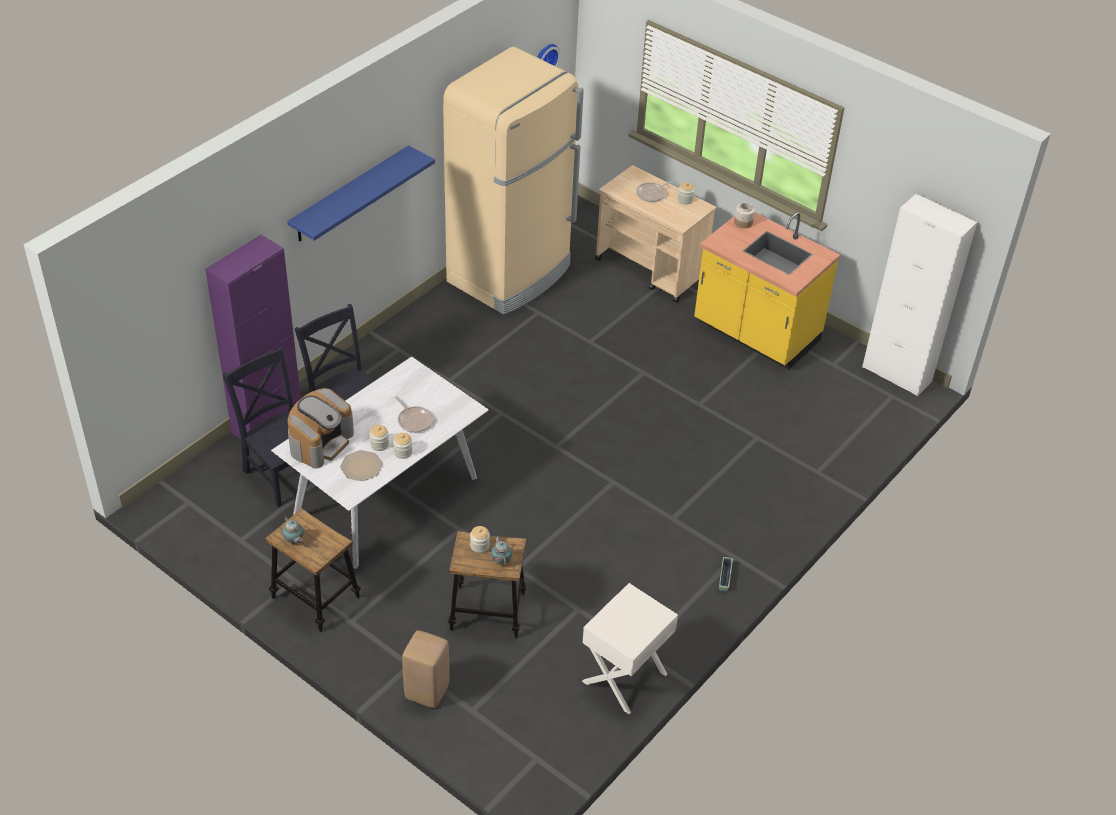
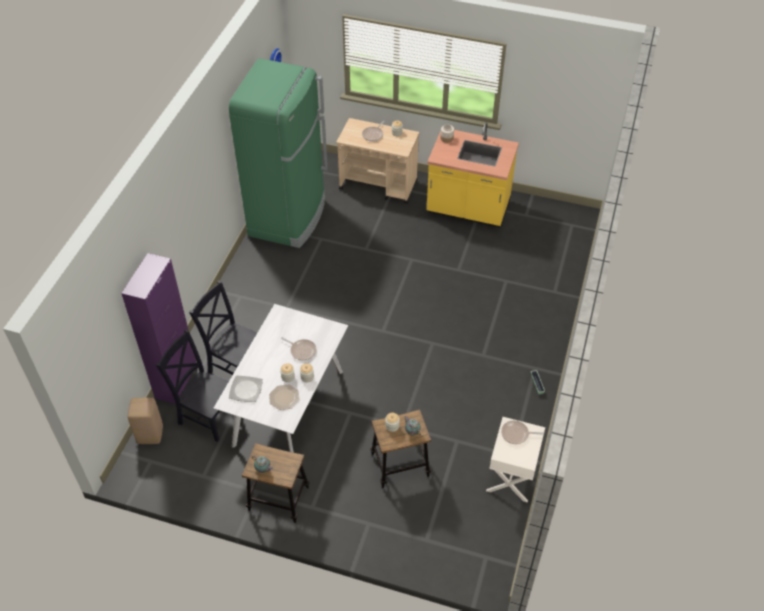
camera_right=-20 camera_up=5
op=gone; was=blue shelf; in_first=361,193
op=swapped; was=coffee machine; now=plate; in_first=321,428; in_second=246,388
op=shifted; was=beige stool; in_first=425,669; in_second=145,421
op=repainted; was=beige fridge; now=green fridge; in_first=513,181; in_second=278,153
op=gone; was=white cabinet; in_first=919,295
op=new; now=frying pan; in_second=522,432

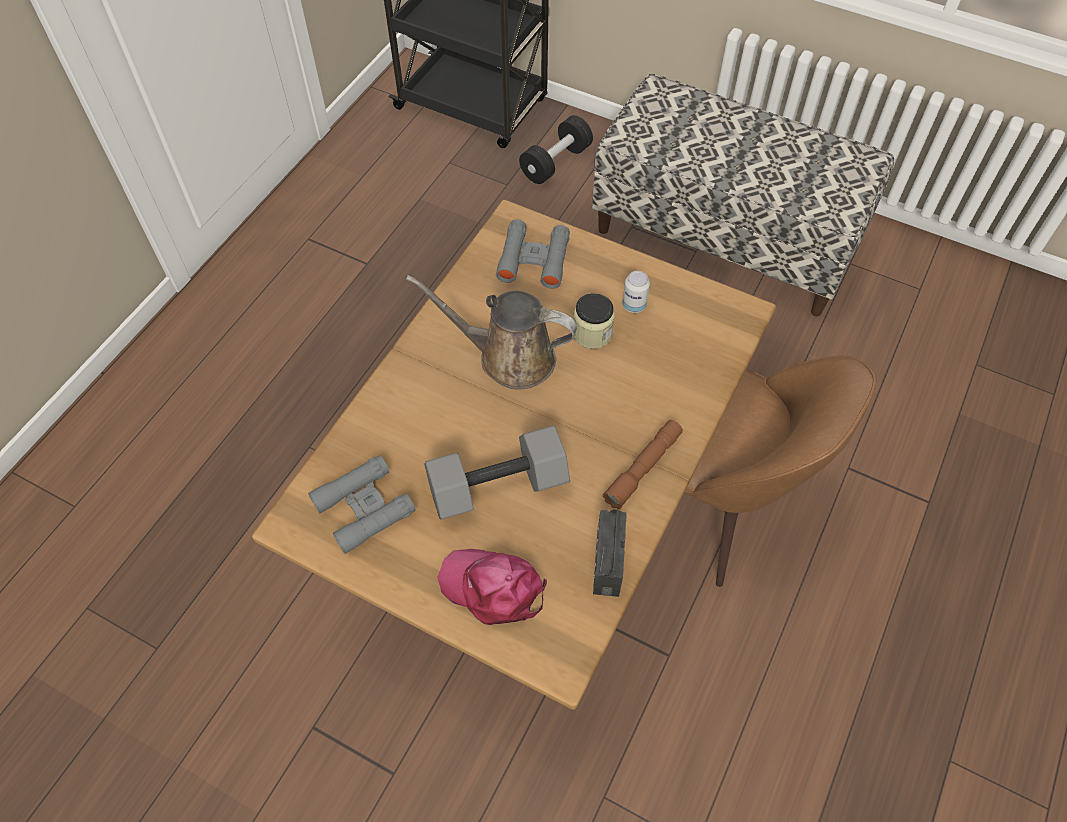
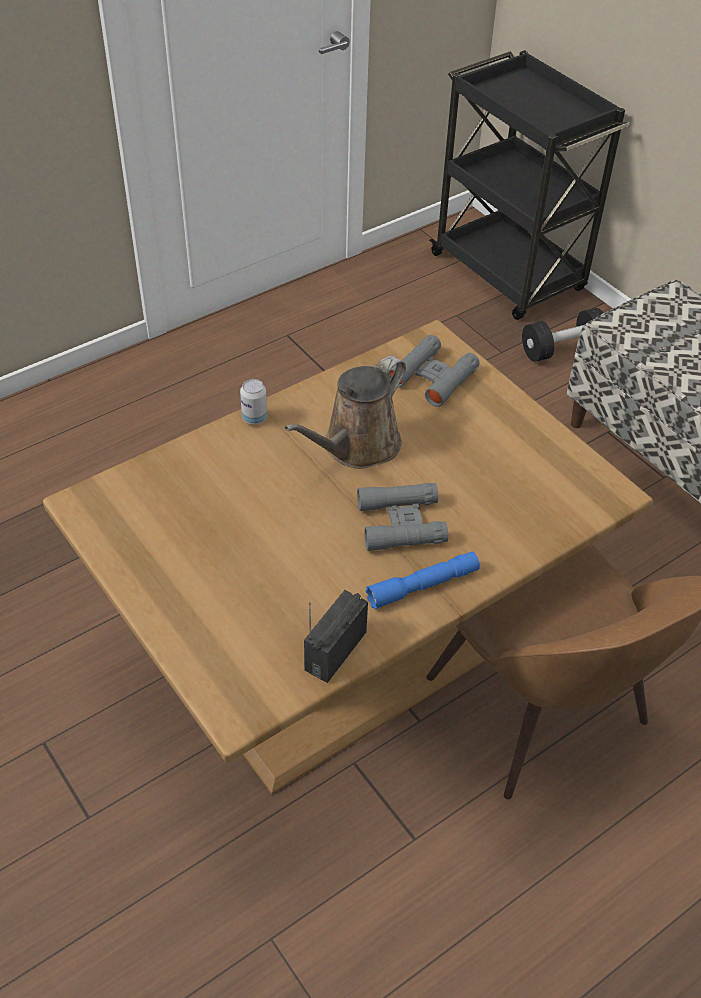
camera_right=25 camera_up=-10
op=shifted; was=grey binoculars; in_first=362,504; in_second=402,517
op=rotated; was=brown watering can; in_first=491,332; in_second=345,412; clockwise=-90
op=gone; was=grey dumbbell; in_first=497,472
op=gone; was=pink cap; in_first=492,587
op=gone; was=jar; in_first=594,321
op=repainted; was=brown flashlight; now=blue flashlight; in_first=643,464; in_second=423,580
op=shifted; was=can; in_first=636,292; in_second=253,402

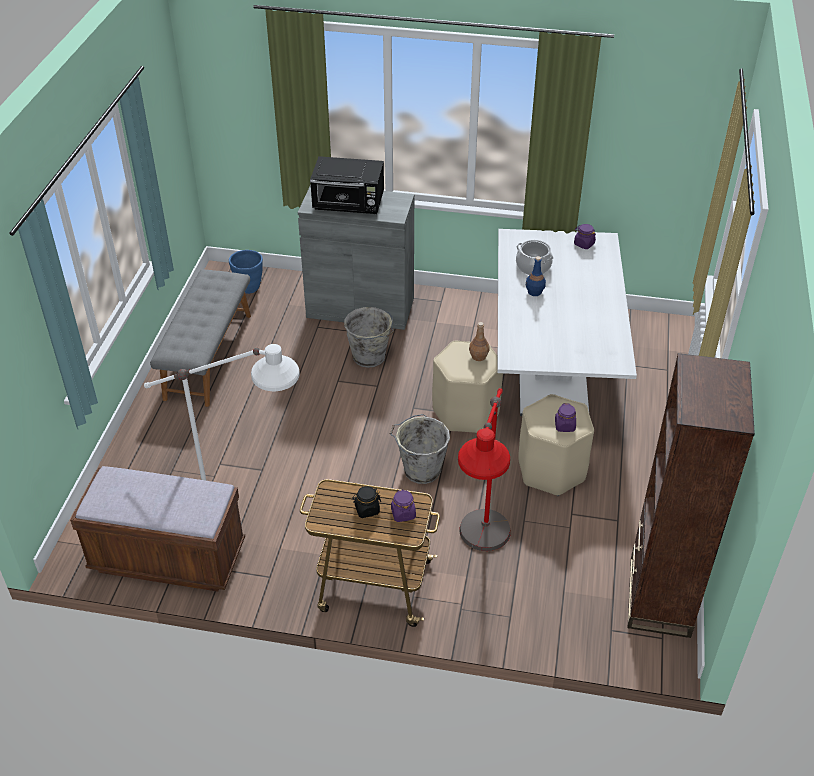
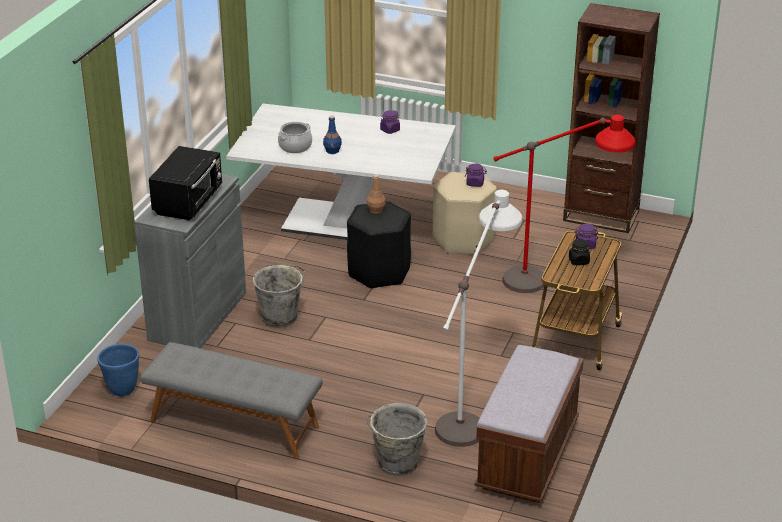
camera_right=-80 camera_up=-10
op=shifted; was=grey bucket; in_first=420,449; in_second=397,439
op=repainted; was=beige stool; now=black stool; in_first=467,387; in_second=379,245
op=shifted; was=purple jar; in_first=585,236; in_second=390,122

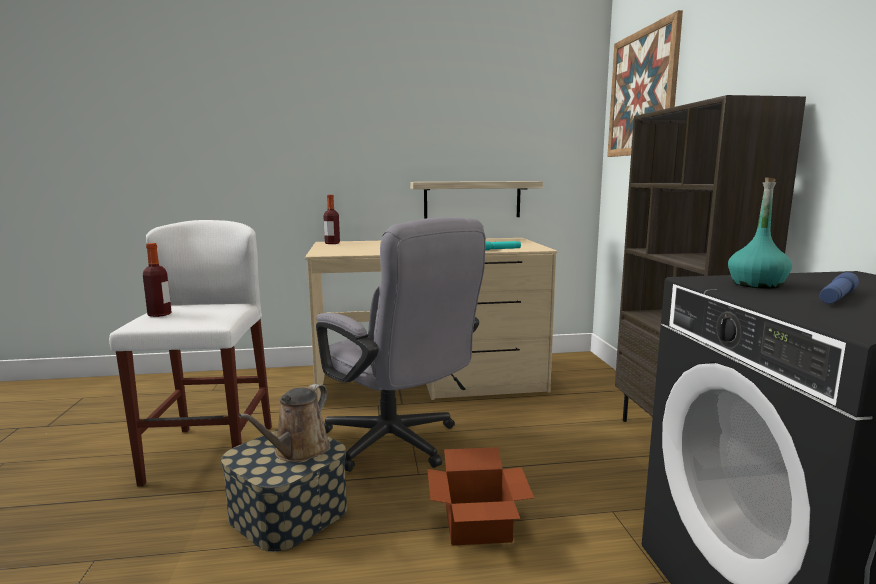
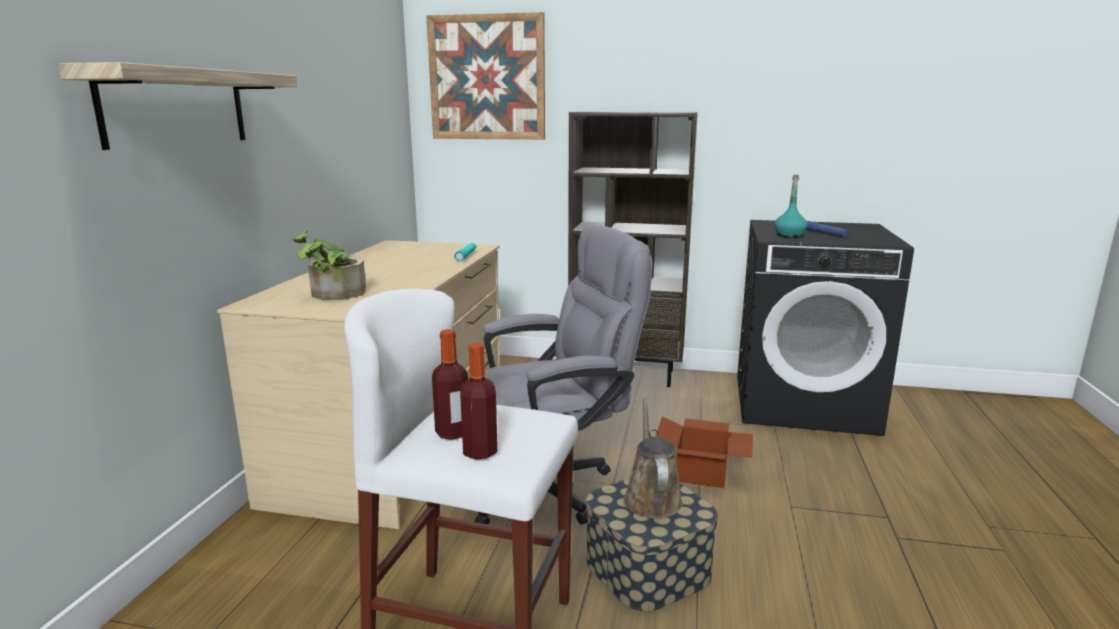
camera_right=-70 camera_up=5
op=rotated; was=brown watering can; in_first=284,423; in_second=653,458; clockwise=-135
op=shifted; was=bottle; in_first=331,219; in_second=450,384
op=shifted; was=shelf; in_first=476,200; in_second=177,106
op=new; now=potted plant; in_second=329,265

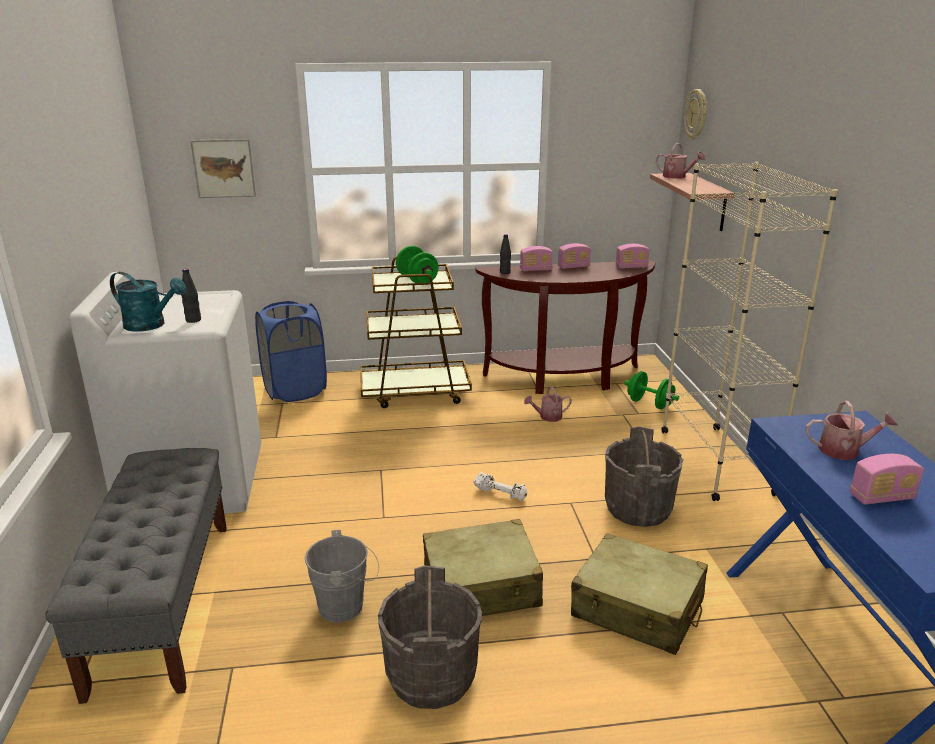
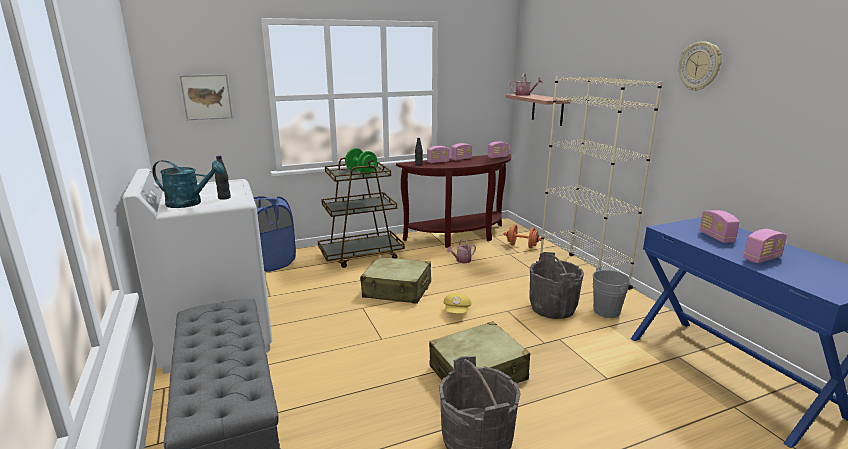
camera_right=-15 camera_up=-5
op=shifted; was=grey bucket; in_first=342,576; in_second=614,292
op=swapped; was=white dumbbell; now=yellow cap; in_first=500,486; in_second=457,303
op=shifted; was=beige suitcase; in_first=639,594; in_second=395,280
op=repainted; was=green dumbbell; now=orange dumbbell; in_first=651,390; in_second=523,236
op=shifted; was=wall clock; in_first=695,114; in_second=700,66
op=swapped; was=watering can; now=radio; in_first=851,430; in_second=719,226

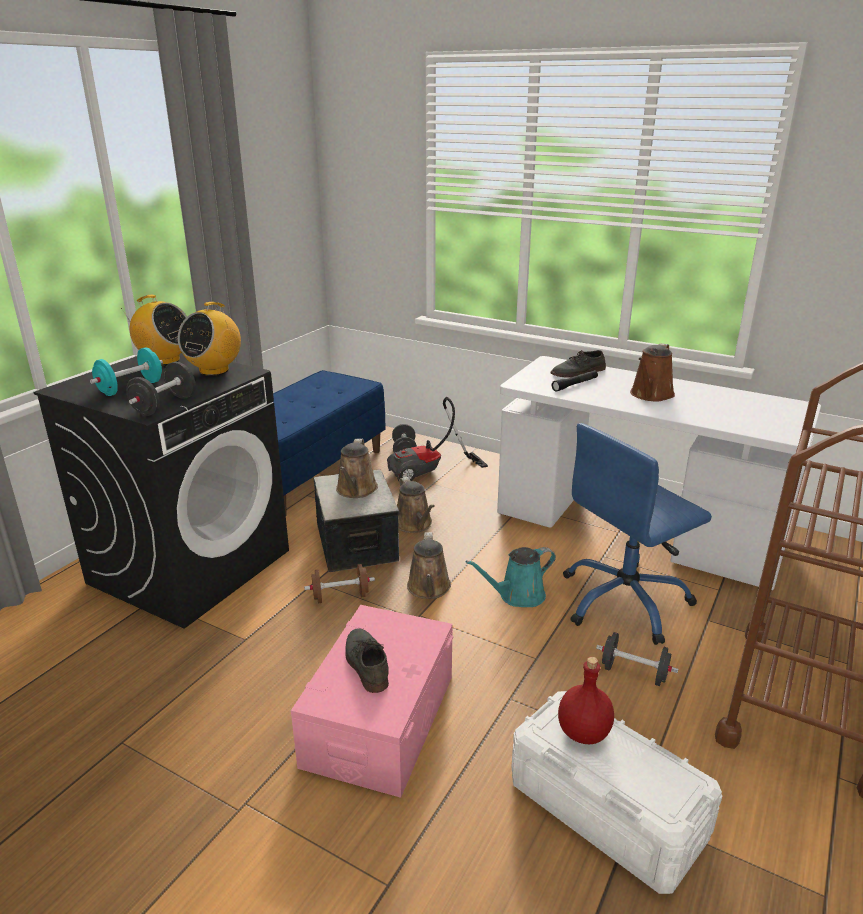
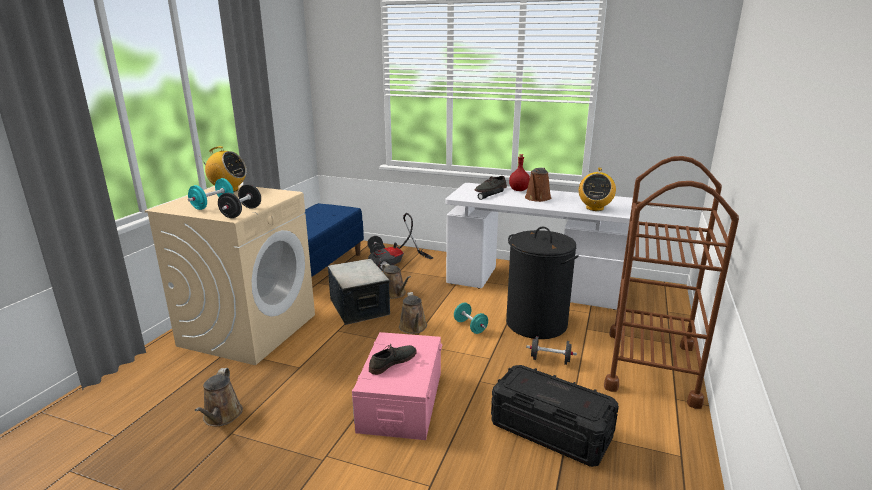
camera_right=-10 camera_up=-5
op=repainted; was=black washing machine; now=beige washing machine; in_first=161,491; in_second=230,275
op=shifted; was=radio; in_first=209,339; in_second=597,189
op=gone; was=brown dumbbell; in_first=339,584
op=shifted; was=brown watering can; in_first=357,468; in_second=219,397
op=rotated; was=grey shoe; in_first=367,660; in_second=393,359; clockwise=75
op=swapped; was=turquoise watering can; now=turquoise dumbbell; in_first=511,577; in_second=471,318
op=repainted; was=white storage box; now=black storage box; in_first=616,792; in_second=555,416
op=shifted; was=red bottle; in_first=586,700; in_second=519,172
op=swapped; was=blue office chair; now=black laundry basket; in_first=637,534; in_second=542,282

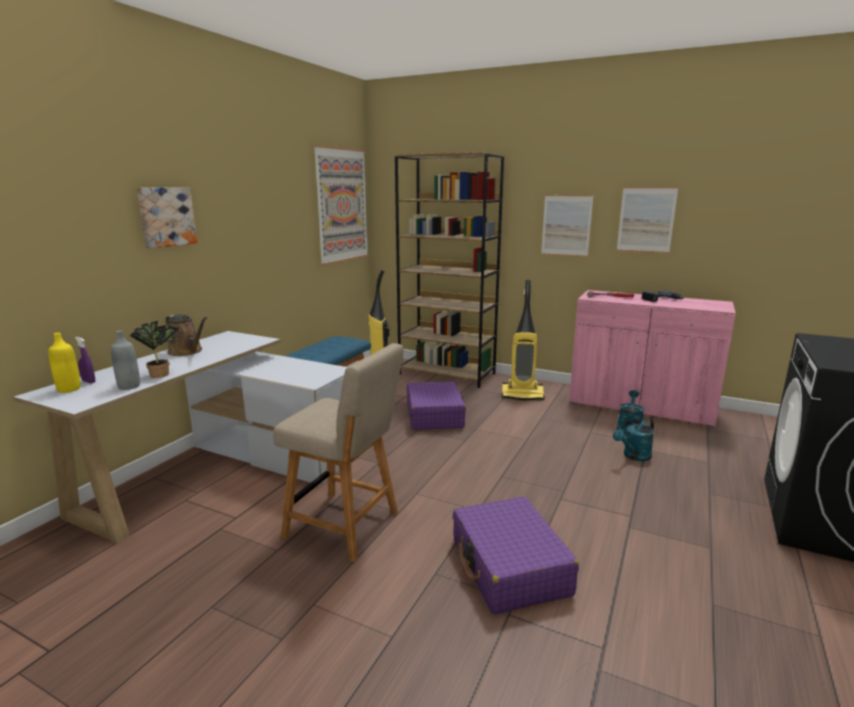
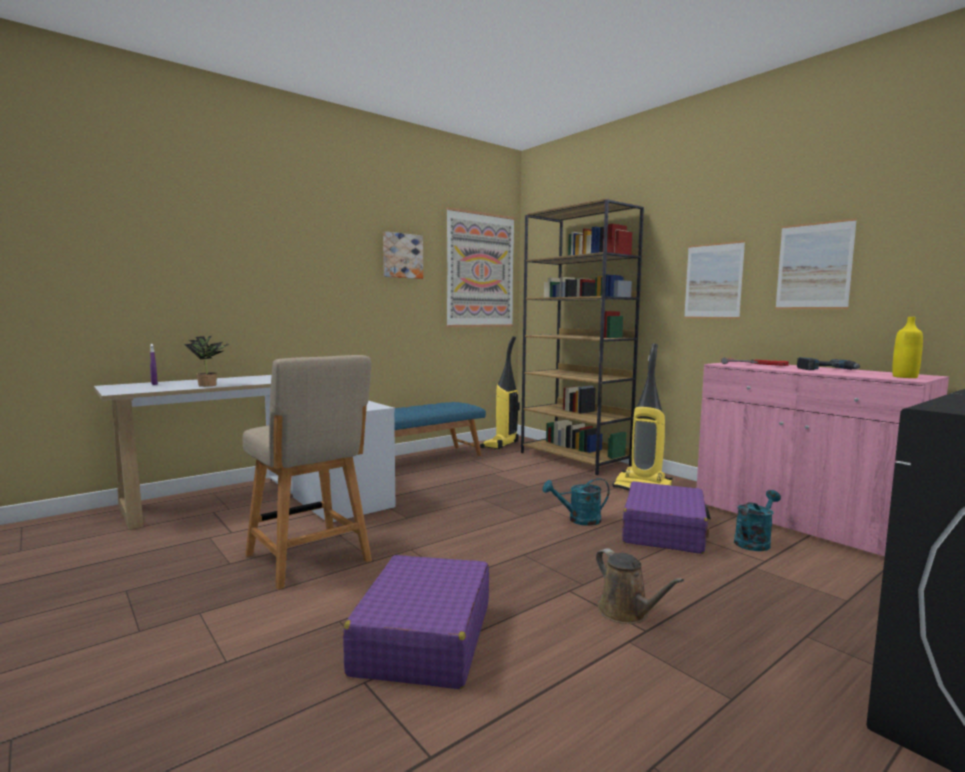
camera_right=25 camera_up=-10
op=shifted; was=yellow bottle; in_first=64,363; in_second=907,347
op=gone; was=grey bottle; in_first=125,360
op=shifted; was=picture; in_first=167,217; in_second=403,255
op=shifted; was=brown watering can; in_first=186,335; in_second=640,586
op=shifted; was=purple suitcase; in_first=436,405; in_second=666,517
op=shifted; was=turquoise watering can; in_first=633,440; in_second=576,502

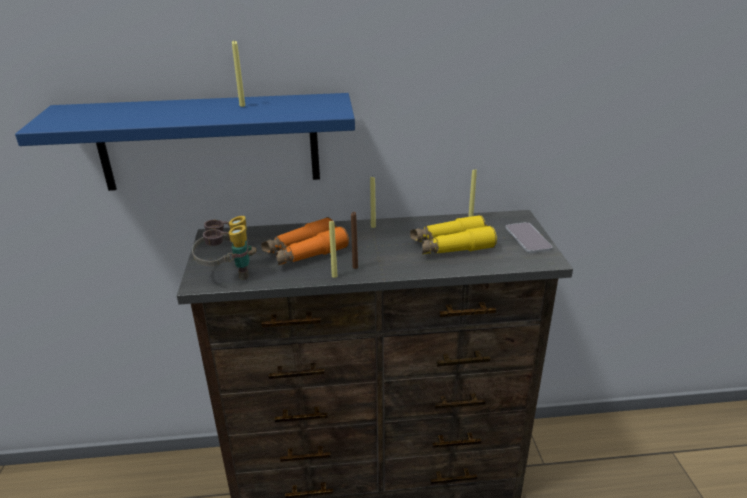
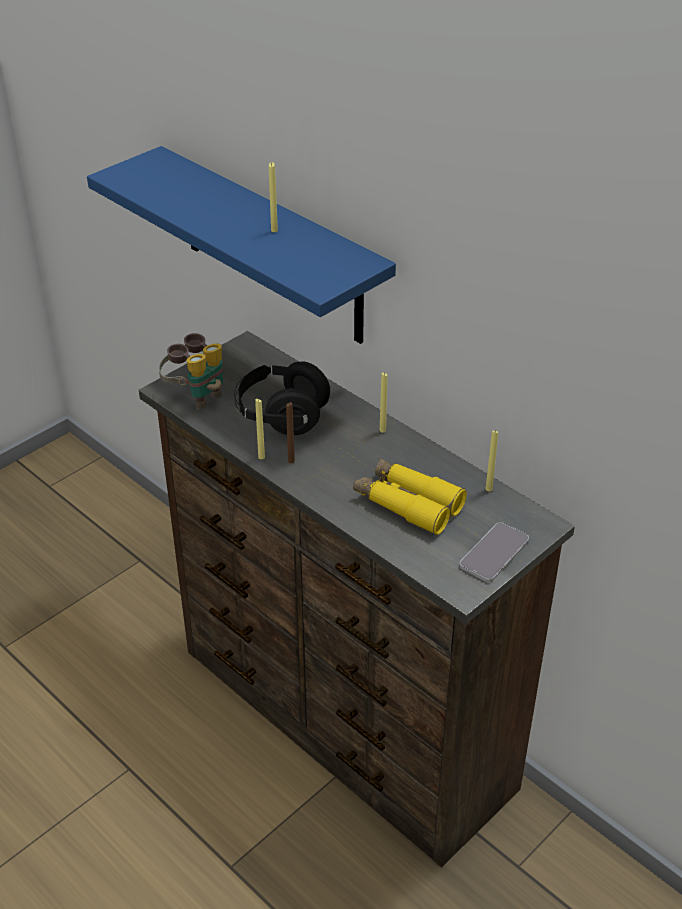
camera_right=50 camera_up=10
op=swapped; was=orange binoculars; now=black headphones; in_first=305,241; in_second=282,398

